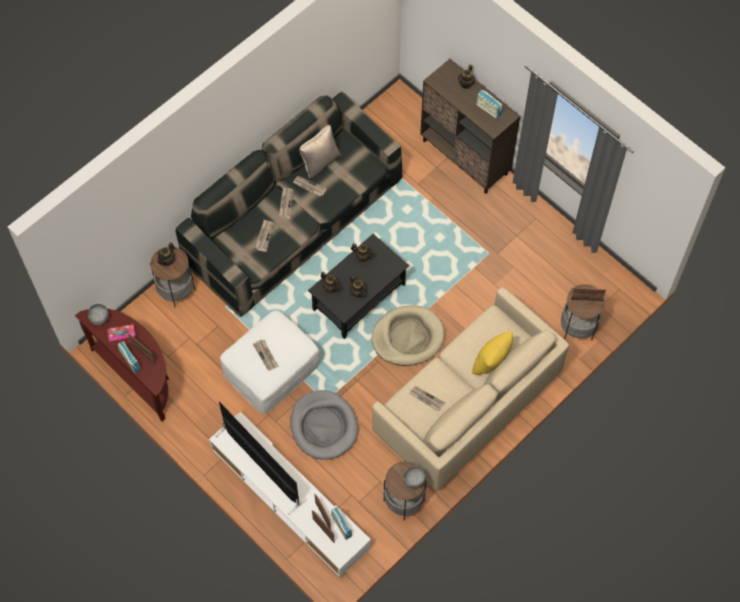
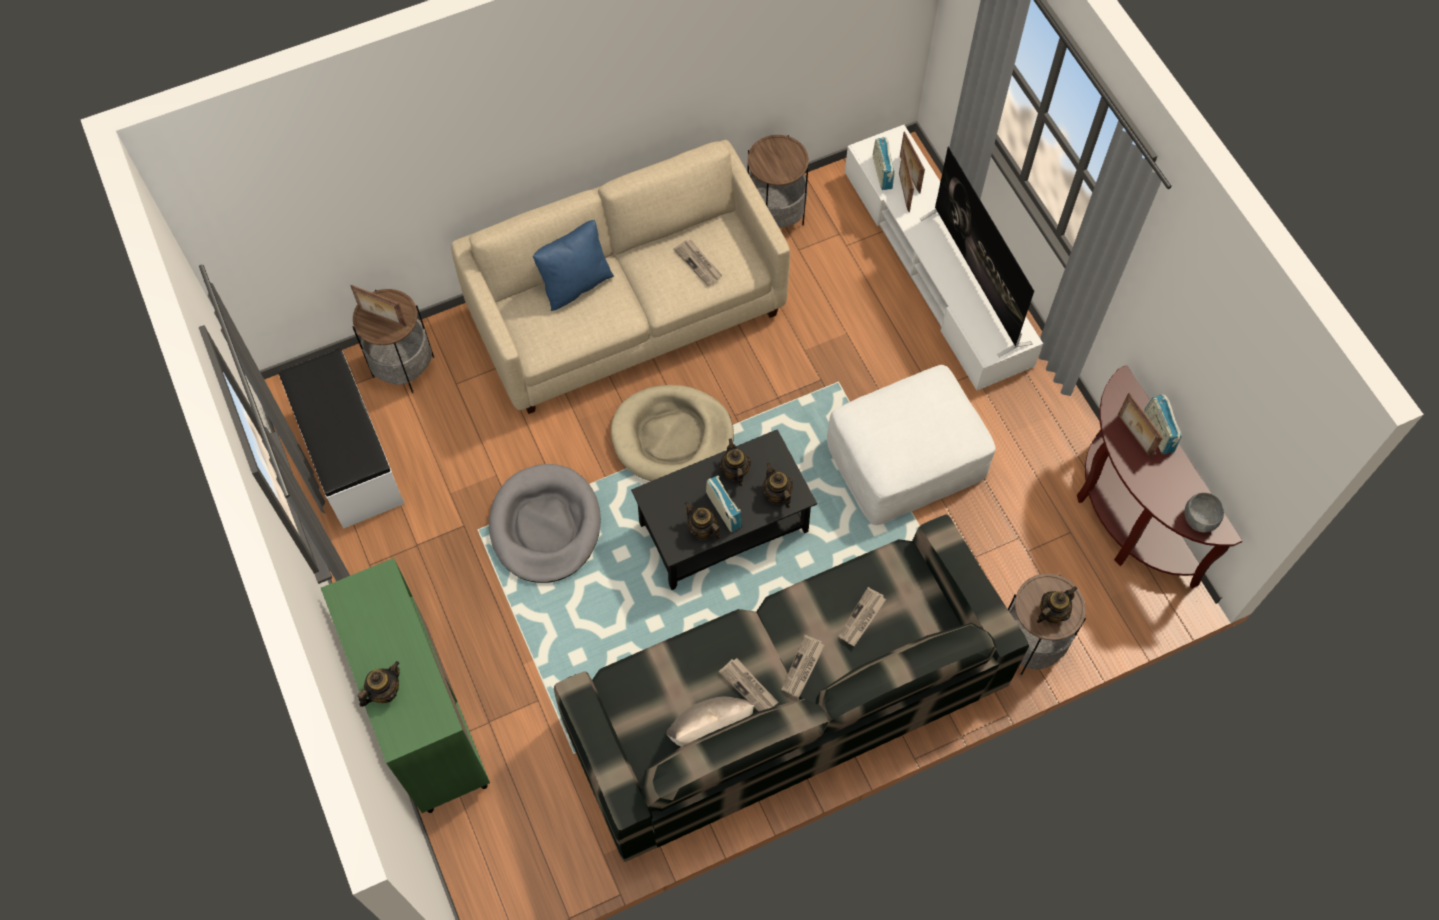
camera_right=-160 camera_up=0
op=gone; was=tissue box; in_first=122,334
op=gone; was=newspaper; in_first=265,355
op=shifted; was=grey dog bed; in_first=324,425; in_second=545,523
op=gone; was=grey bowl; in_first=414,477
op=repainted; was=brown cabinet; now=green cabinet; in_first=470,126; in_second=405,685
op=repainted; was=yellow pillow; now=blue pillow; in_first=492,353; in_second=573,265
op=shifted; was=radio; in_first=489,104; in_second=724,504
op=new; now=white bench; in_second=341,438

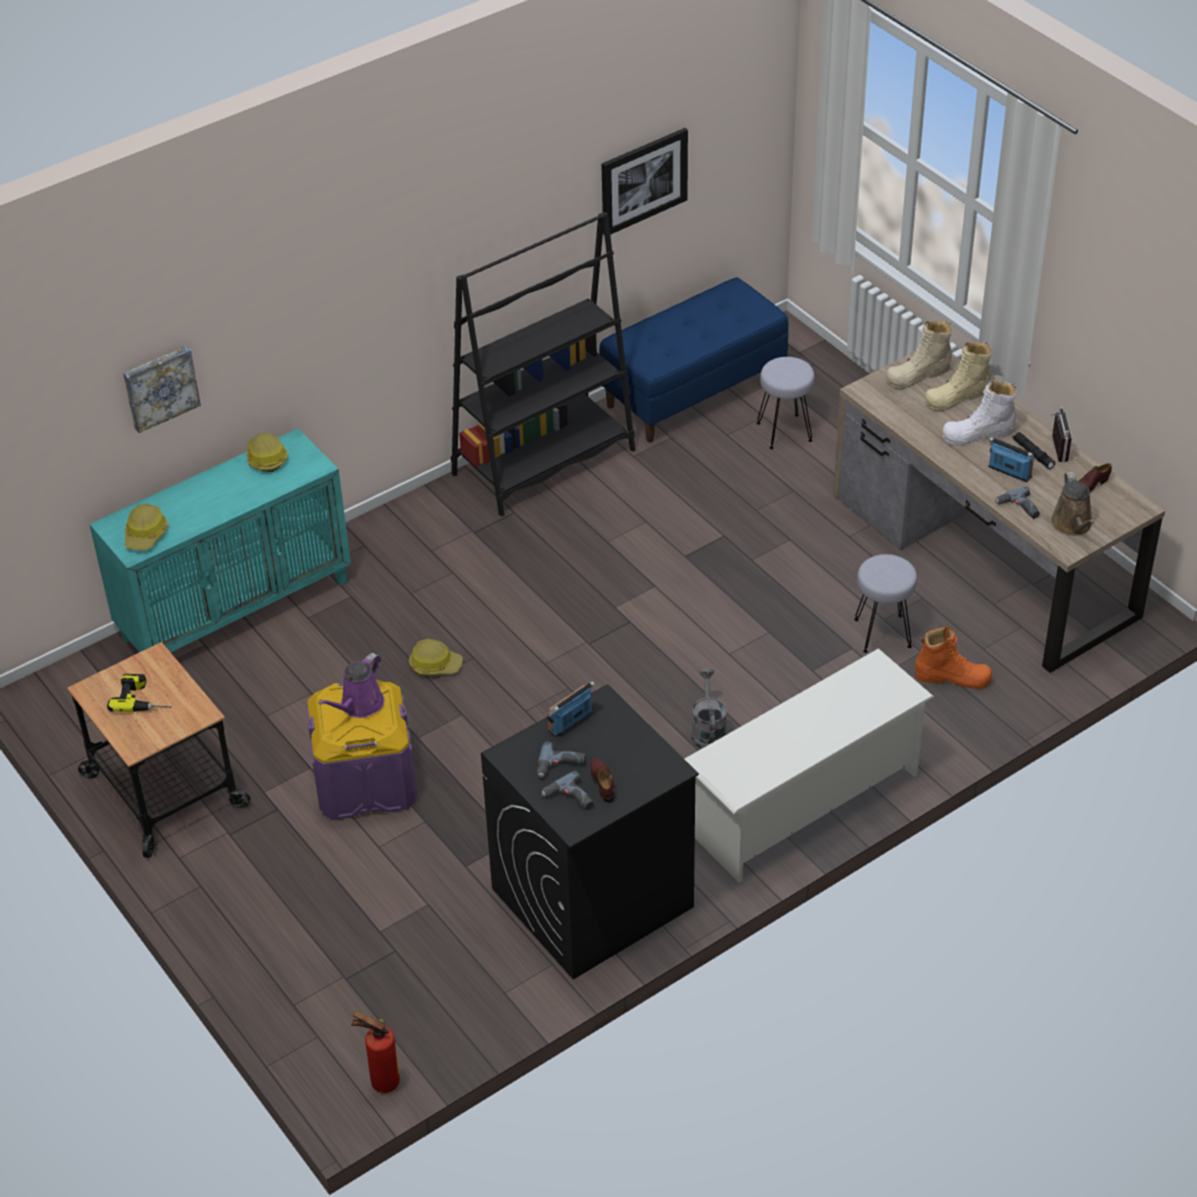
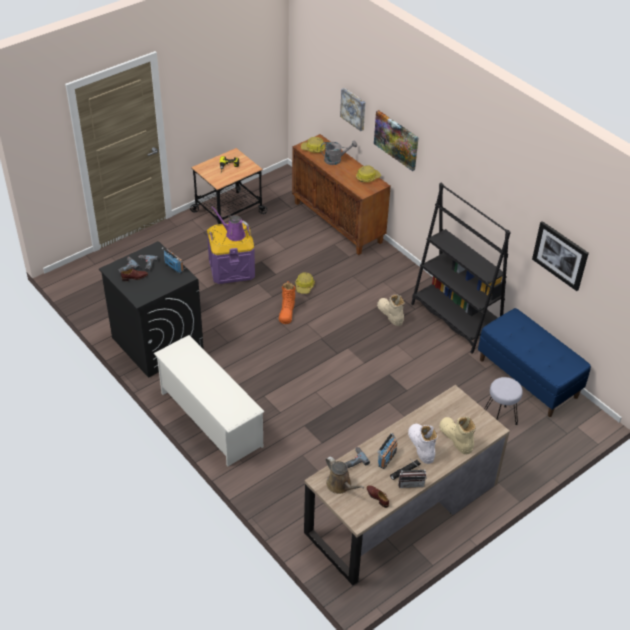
camera_right=85 camera_up=0
op=repainted; was=turquoise cabinet; now=brown cabinet; in_first=220,540; in_second=341,194
op=gone; was=fire extinguisher; in_first=375,1051
op=shifted; was=grey watering can; in_first=709,708; in_second=338,152
op=gone; was=grey stool; in_first=885,603
op=shifted; was=beige boot; in_first=919,355; in_second=391,310
op=shifted; was=orange boot; in_first=953,657; in_second=287,302
op=rotated; was=brown watering can; in_first=1072,504; in_second=345,475; clockwise=-120
op=new; now=picture; in_second=396,140

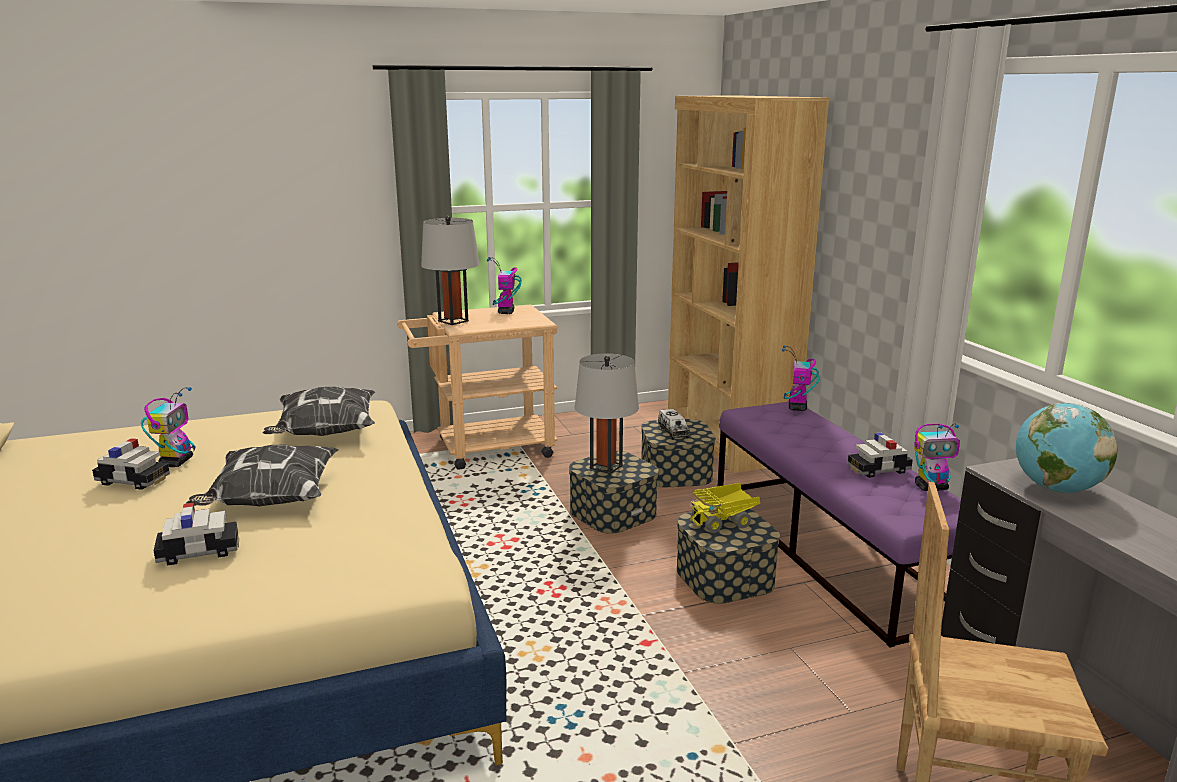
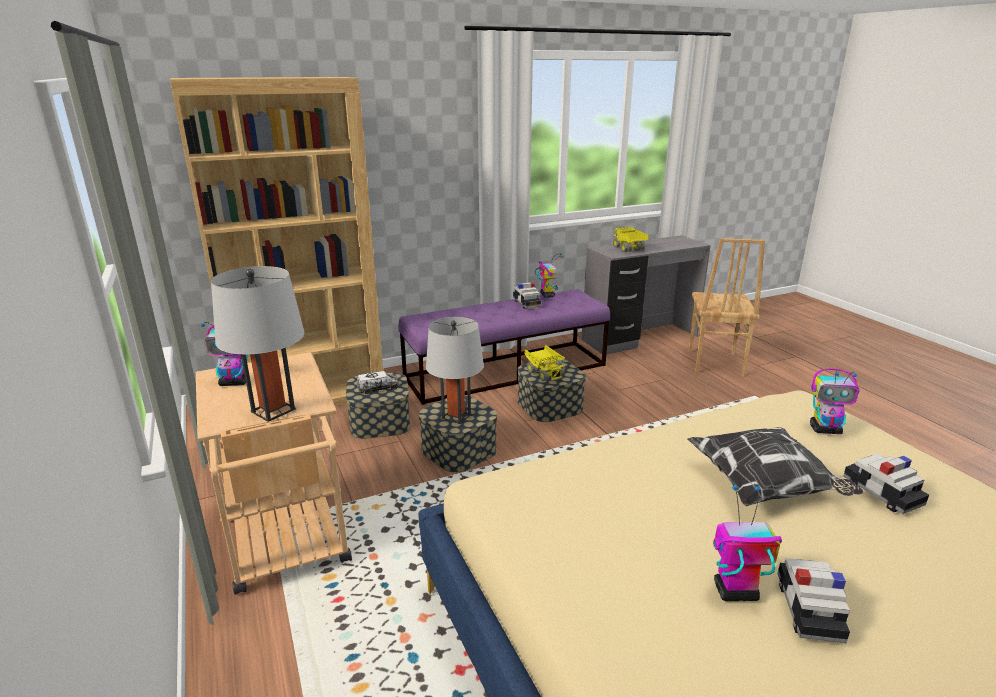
camera_right=-95 camera_up=5
op=gone; was=pillow; in_first=319,411
op=shifted; was=toy robot; in_first=801,378; in_second=834,401
op=swapped; was=globe; now=toy truck; in_first=1067,448; in_second=631,239

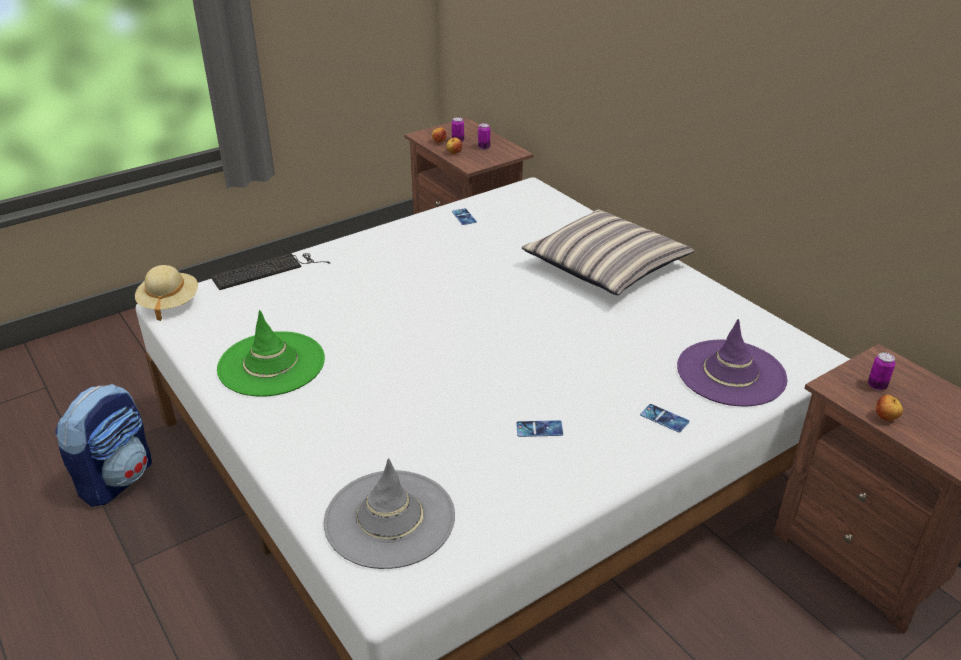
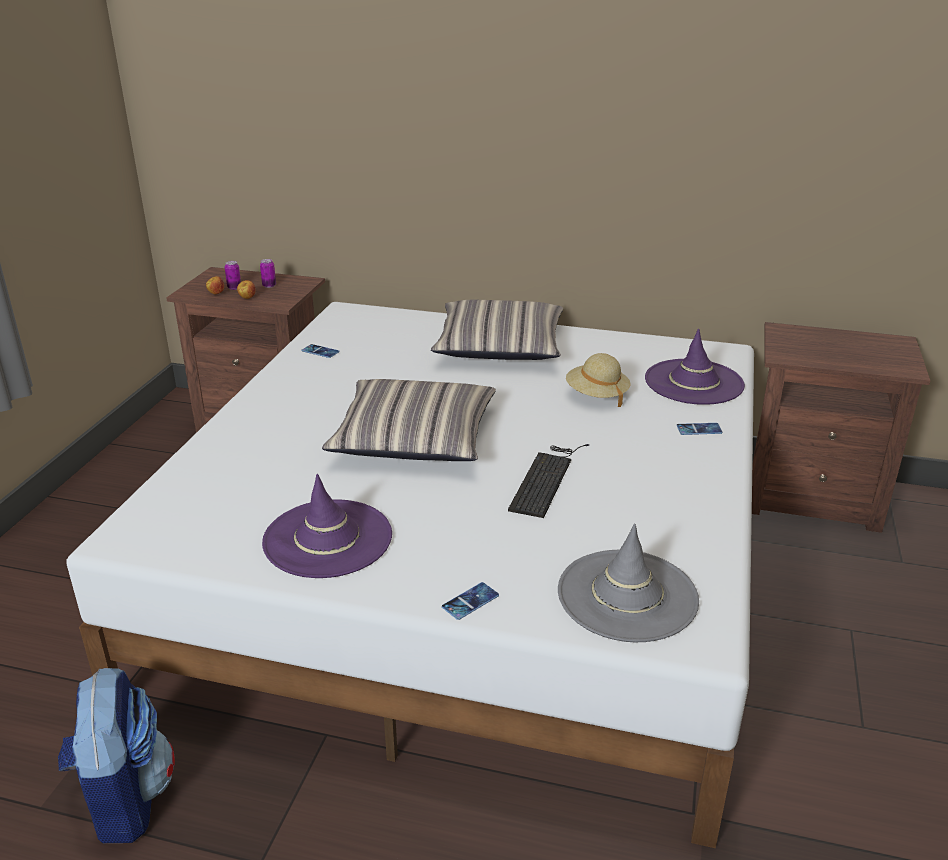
camera_right=-40 camera_up=-5
op=shifted; was=beige hat; in_first=166,293; in_second=598,380
op=shifted; was=keyboard; in_first=270,271; in_second=548,481
op=repainted; was=green hat; now=purple hat; in_first=271,353; in_second=327,526
op=shifted; was=phone; in_first=539,428; in_second=470,601
op=gone; was=can; in_first=881,371
op=gone; was=apple; in_first=889,408
op=new; now=pillow; in_second=409,420

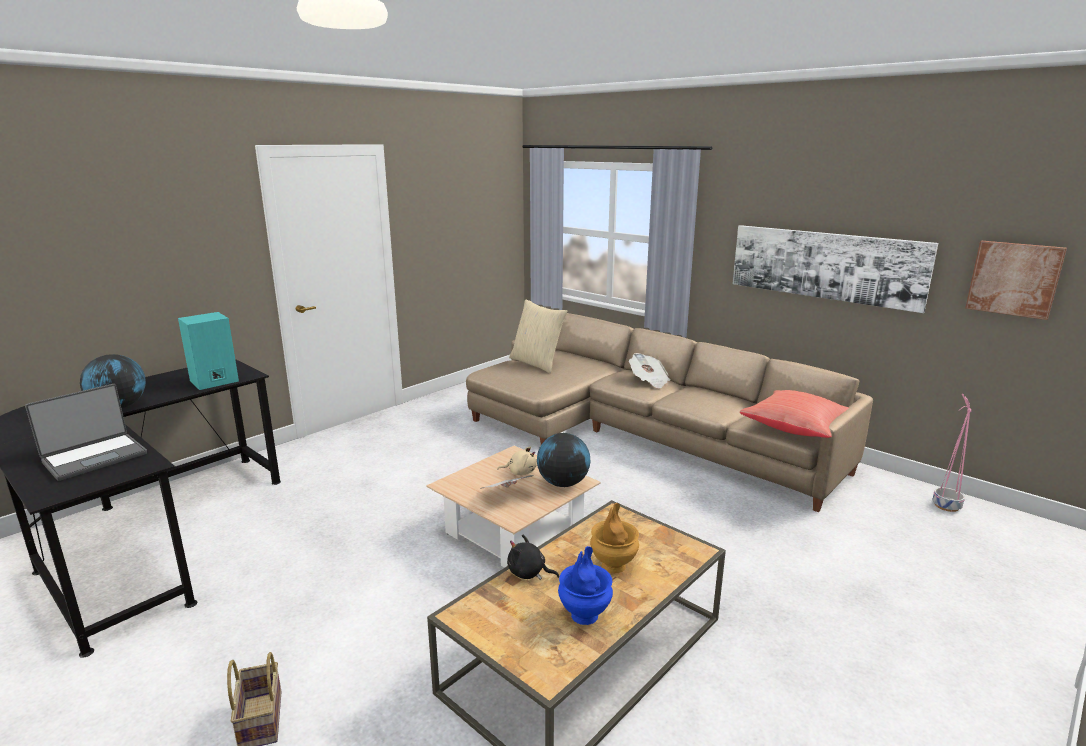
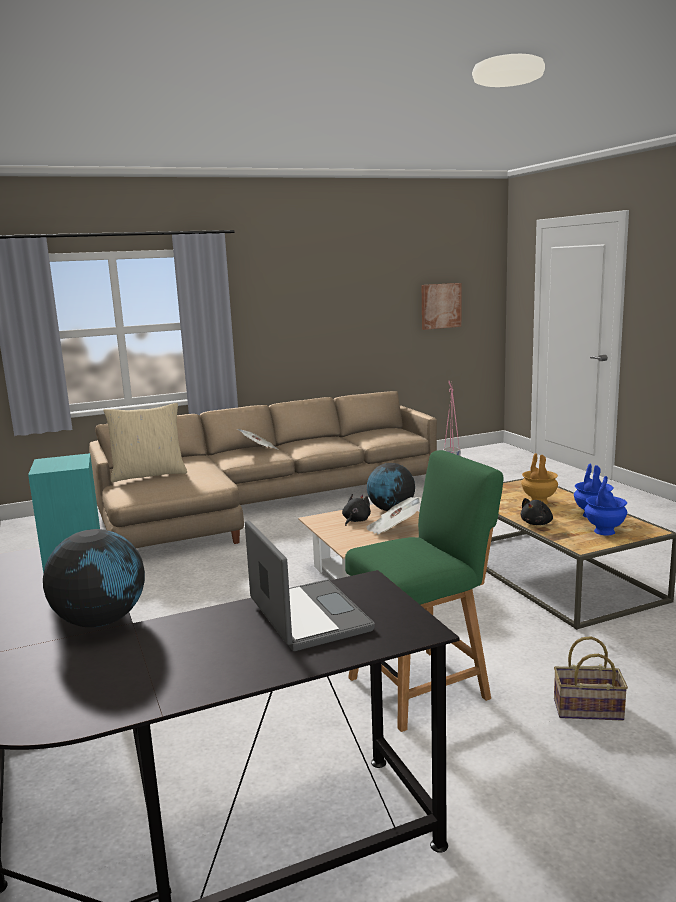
camera_right=-65 camera_up=-5
op=repainted; was=beige plush toy; now=black plush toy; in_first=517,461; in_second=356,510
op=gone; was=picture; in_first=835,269
op=gone; was=red pillow; in_first=794,414
op=new; now=green chair; in_second=424,591
op=new; now=blue vase; in_second=606,505

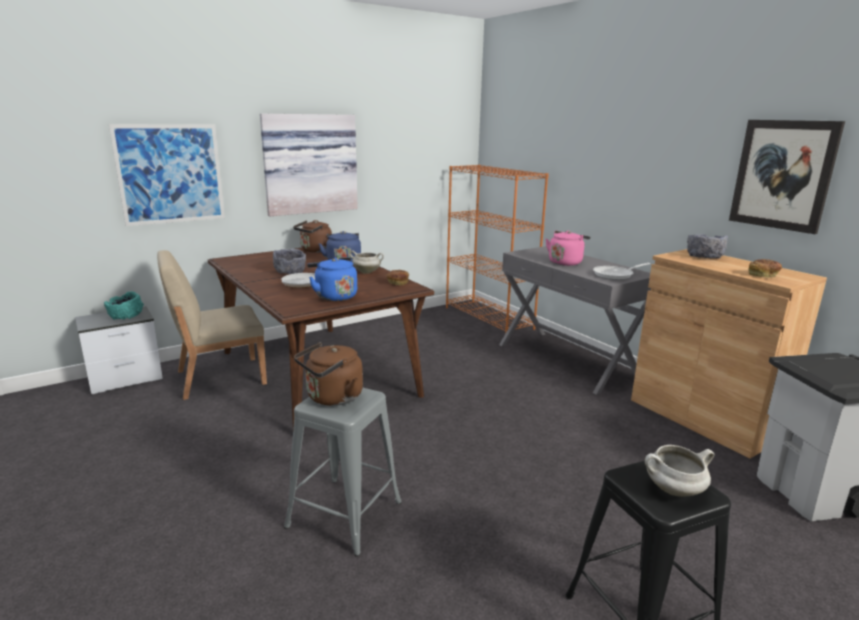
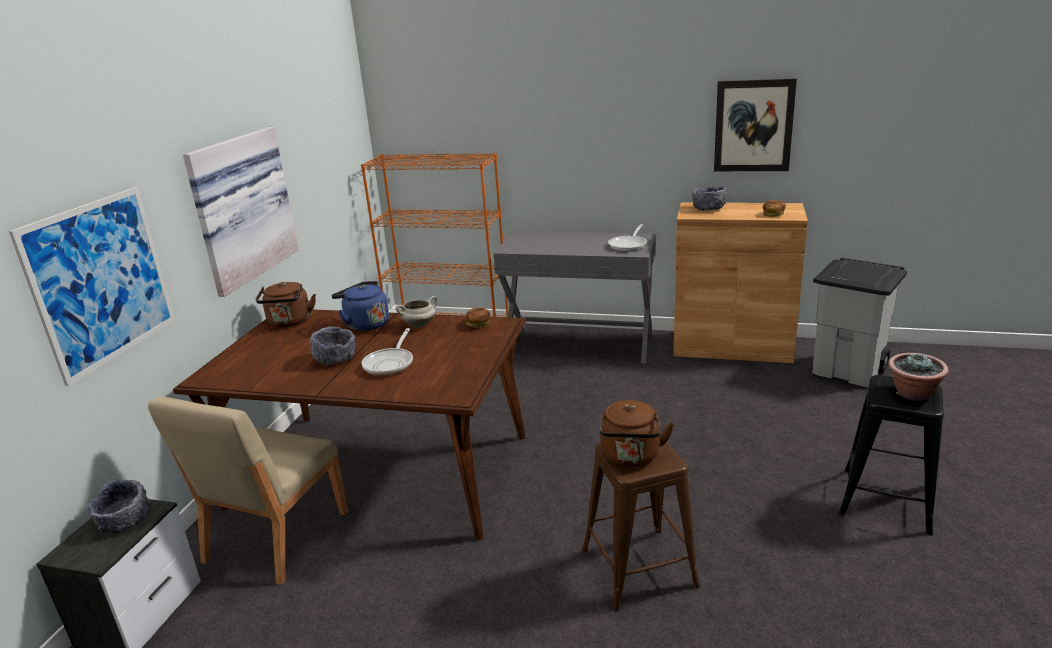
camera_right=-40 camera_up=5
op=repainted; was=turquoise bowl; now=grey bowl; in_first=124,305; in_second=119,506
op=repainted; was=grey stool; now=brown stool; in_first=343,472; in_second=641,526
op=gone; was=blue kettle; in_first=332,279
op=gone; was=pink kettle; in_first=568,248
op=swapped; was=white cooking pot; now=potted plant; in_first=679,471; in_second=918,377

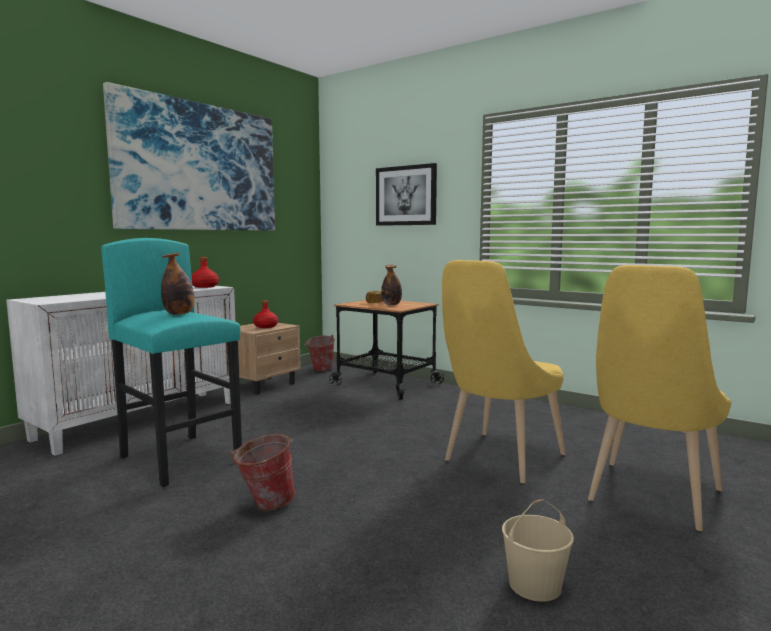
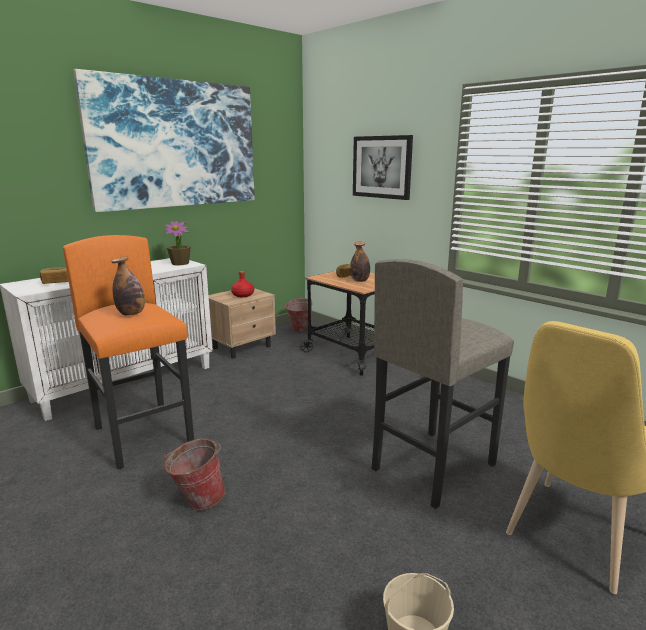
camera_right=10 camera_up=10
op=repainted; was=turquoise stool; now=orange stool; in_first=171,362; in_second=128,352
op=swapped; was=red bottle; now=potted plant; in_first=205,272; in_second=178,243
op=swapped; was=yellow chair; now=grey stool; in_first=504,372; in_second=442,384
op=new; now=bread; in_second=54,275

